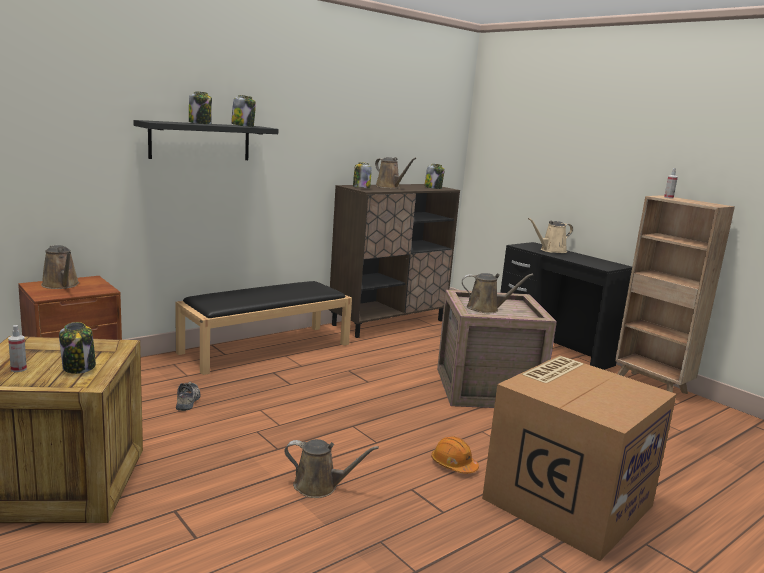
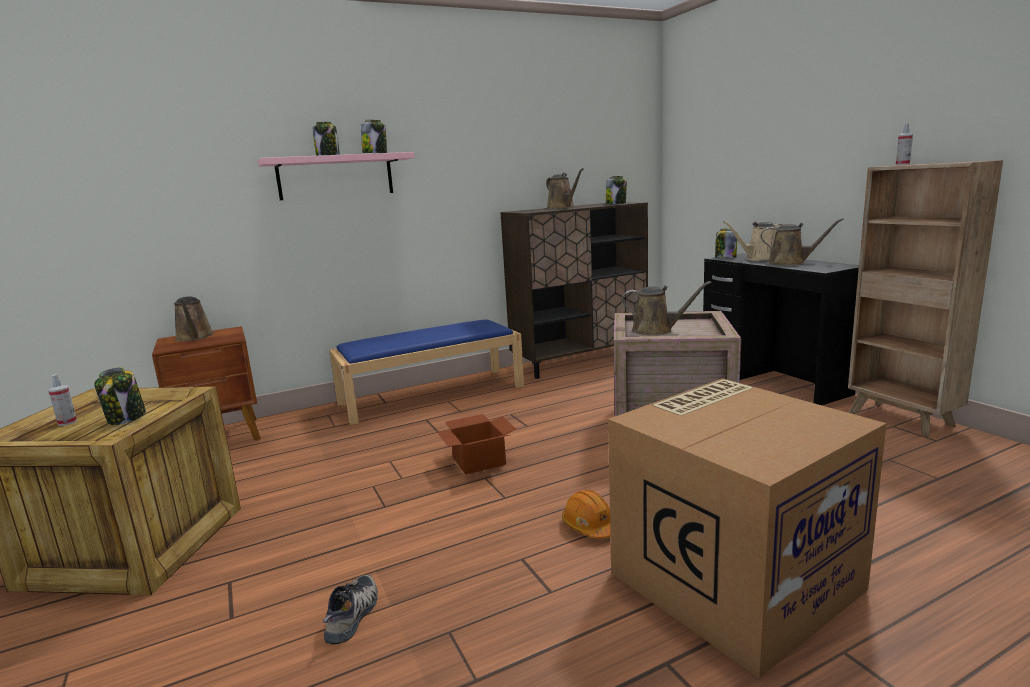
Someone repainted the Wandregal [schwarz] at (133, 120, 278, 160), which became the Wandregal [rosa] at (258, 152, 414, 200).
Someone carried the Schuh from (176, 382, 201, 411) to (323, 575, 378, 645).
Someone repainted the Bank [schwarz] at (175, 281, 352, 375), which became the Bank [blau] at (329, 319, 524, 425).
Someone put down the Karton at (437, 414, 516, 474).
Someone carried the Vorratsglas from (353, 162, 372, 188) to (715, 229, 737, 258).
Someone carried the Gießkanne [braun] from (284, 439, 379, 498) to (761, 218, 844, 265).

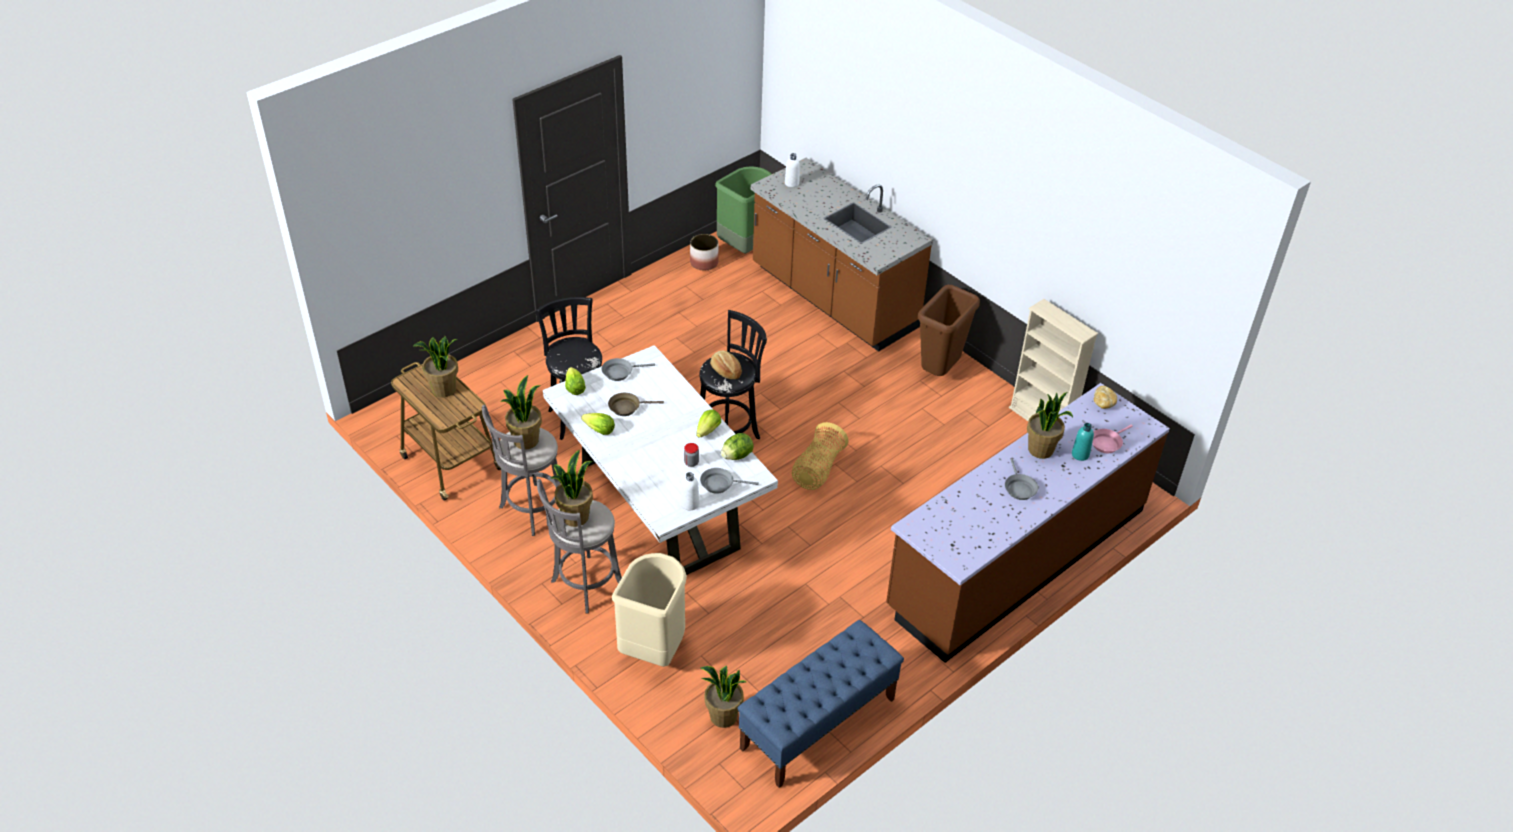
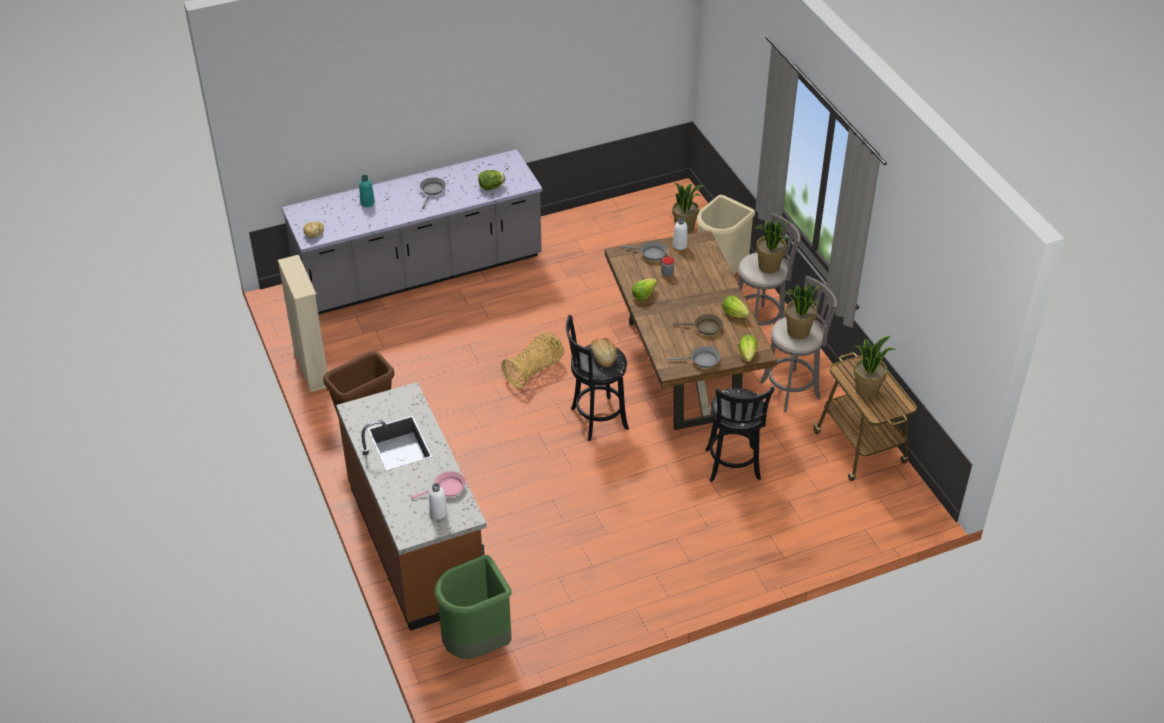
Someone repainted the Küchenzeile [braun] at (886, 383, 1170, 663), which became the Küchenzeile [grau] at (282, 149, 542, 315).
Someone carried the Pfanne [rosa] from (1092, 425, 1133, 453) to (411, 471, 466, 499).
Someone carried the Salatkopf from (721, 433, 754, 460) to (478, 170, 505, 190).
Someone repainted the Esstisch [weiß] at (543, 345, 778, 575), which became the Esstisch [braun] at (605, 230, 777, 430).
Someone took away the Pflanzkübel at (690, 234, 719, 271).
Someone took away the Bank [blau] at (737, 620, 904, 788).
Someone took away the Topfpflanze at (1027, 392, 1073, 459).

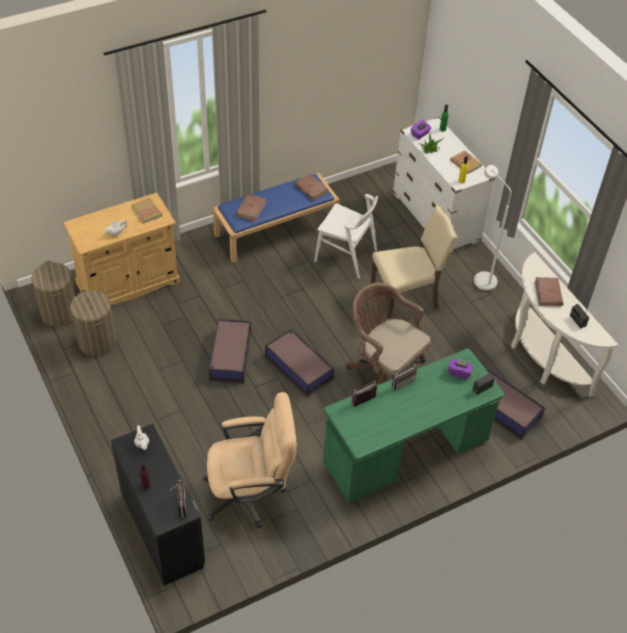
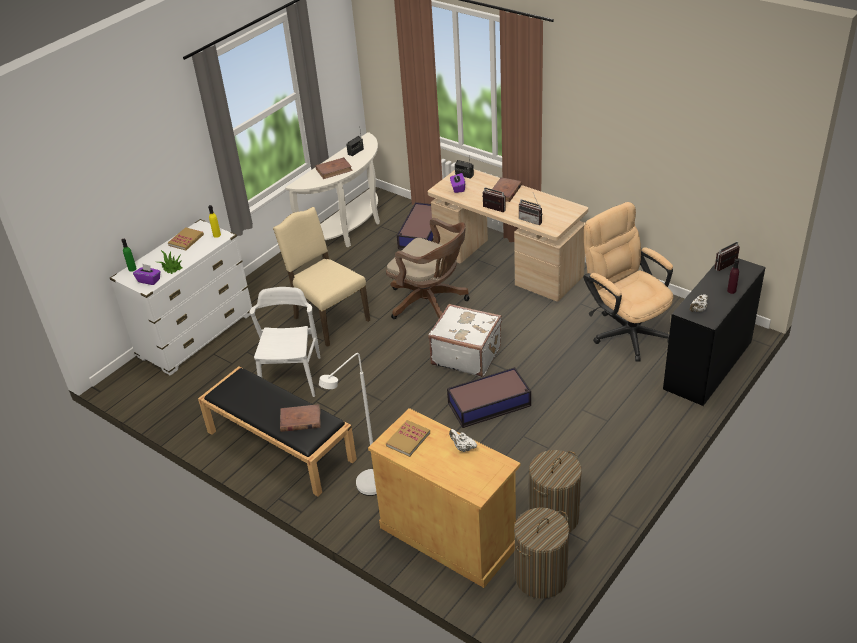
Someone repainted the Bank [blau] at (213, 173, 340, 263), which became the Bank [schwarz] at (198, 366, 357, 496).
Someone carried the Stehlampe [weiß] from (474, 165, 511, 291) to (319, 353, 377, 496).
Someone rotated the Bürostuhl [braun] at (346, 282, 431, 385) by 75 degrees counterclockwise.
Someone repainted the Schreibtisch [grün] at (323, 349, 504, 503), which became the Schreibtisch [beige] at (428, 169, 588, 302).
Someone swapped the Aufbewahrungsbox at (265, 329, 334, 397) for the Koffer [weiß] at (428, 304, 502, 377).
Someone carried the Buch [braun] from (294, 174, 328, 201) to (491, 177, 522, 202).

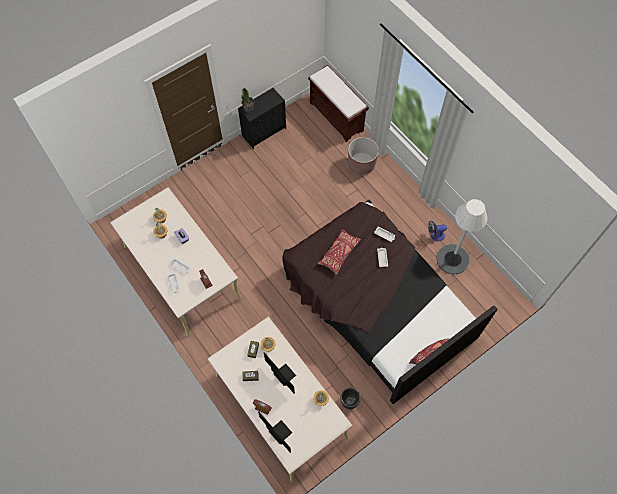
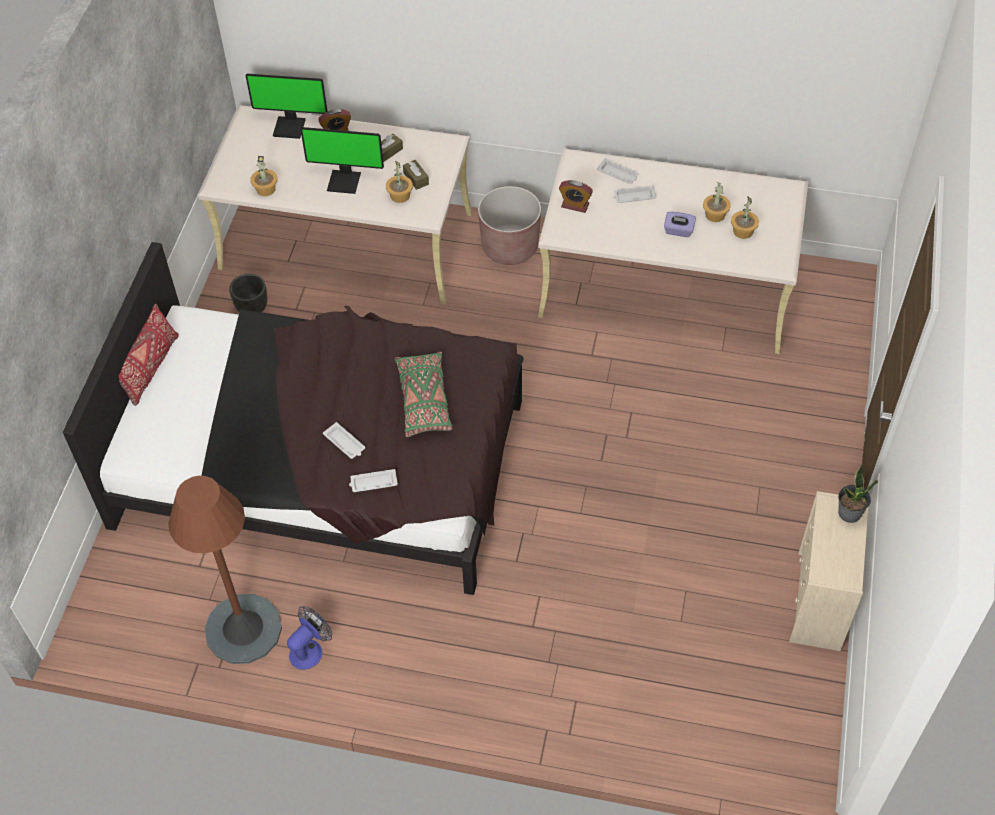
Someone repainted the Stehlampe [weiß] at (437, 199, 487, 275), which became the Stehlampe [braun] at (168, 476, 282, 664).
Someone repainted the Kissen [rot] at (318, 230, 361, 275), which became the Kissen [grün] at (395, 352, 453, 437).
Someone carried the Pflanzkübel [braun] from (348, 137, 379, 175) to (478, 186, 541, 265).
Someone repainted the Kommode [schwarz] at (238, 88, 286, 149), which became the Kommode [beige] at (789, 491, 868, 651).
Someone took away the Bank [braun] at (308, 65, 369, 142).

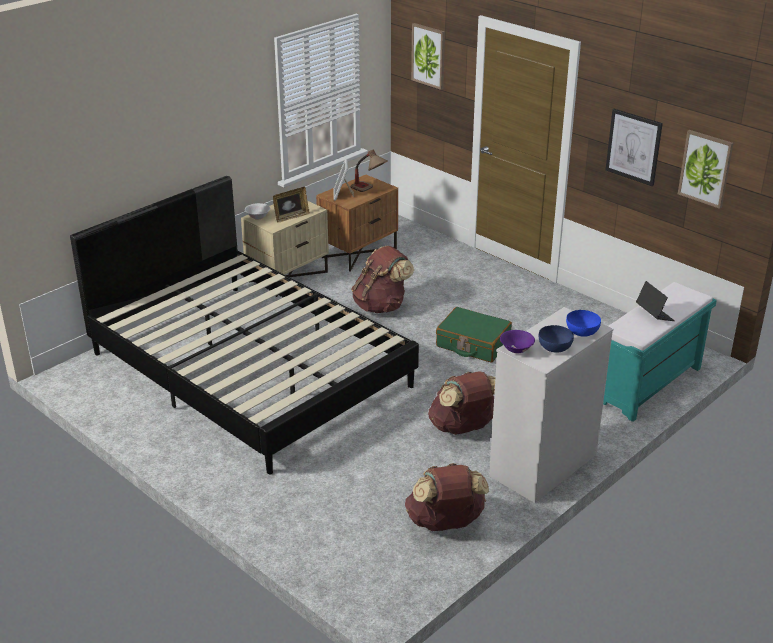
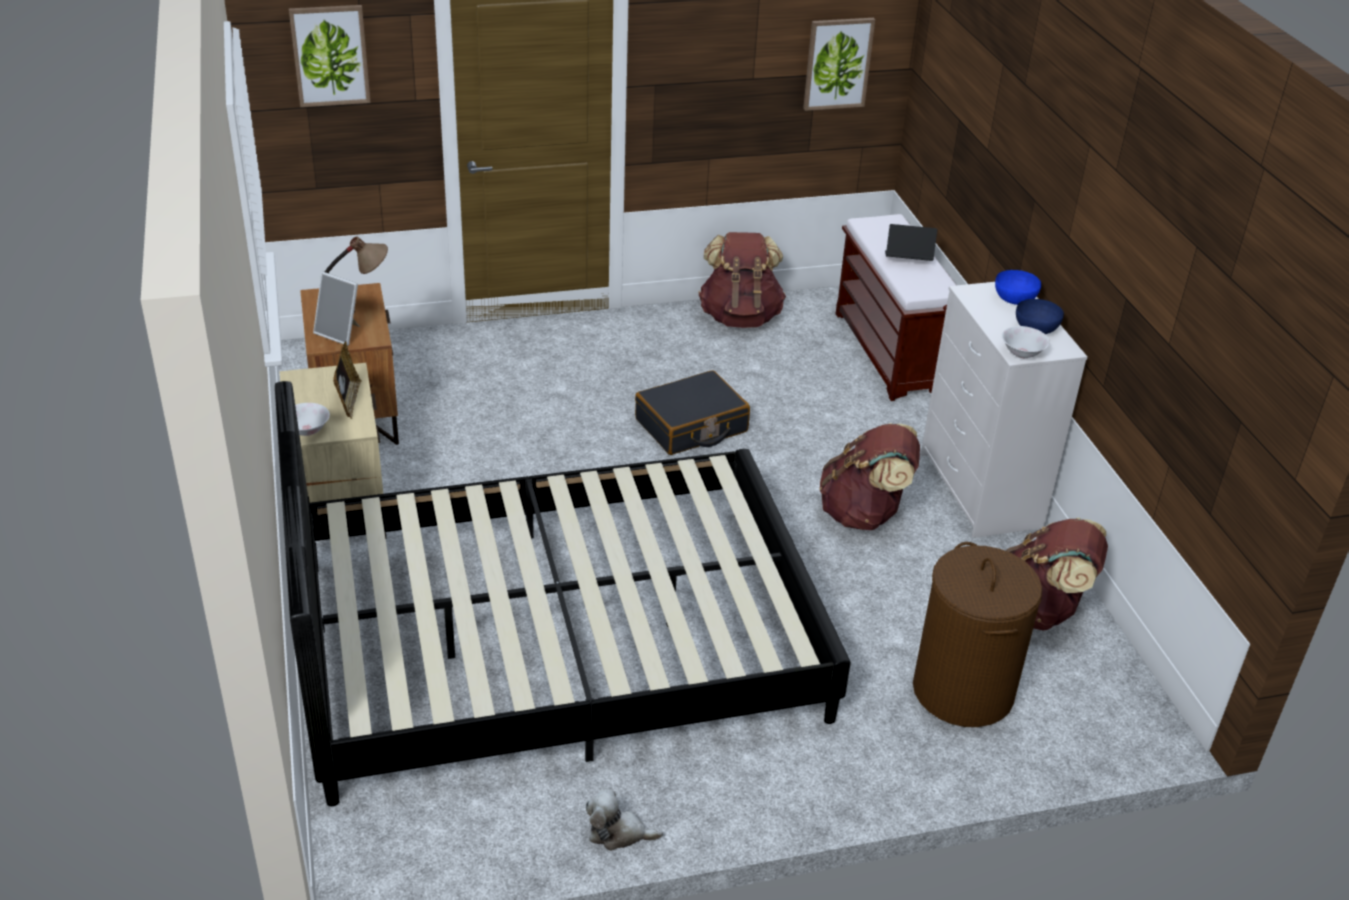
Someone put down the Plüschtier at (586, 789, 663, 851).
Someone repainted the Koffer [grün] at (436, 307, 512, 363), which became the Koffer [schwarz] at (635, 370, 750, 455).
Someone carried the Rucksack [braun] from (351, 246, 414, 313) to (698, 232, 786, 328).
Someone repainted the Bank [türkis] at (603, 282, 717, 422), which became the Bank [braun] at (836, 214, 956, 401).
Someone put down the Wäschekorb [braun] at (913, 542, 1042, 727).
Someone repainted the Schüssel [lila] at (500, 330, 535, 354), which became the Schüssel [weiß] at (1002, 326, 1050, 358).
Someone took away the Bild at (606, 109, 663, 186).

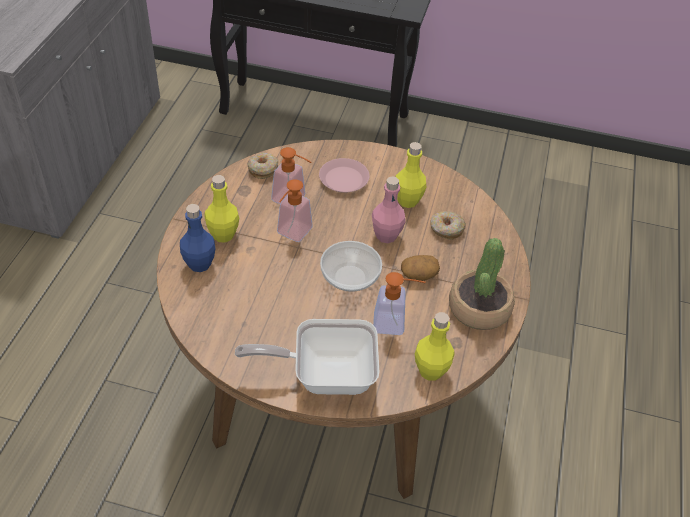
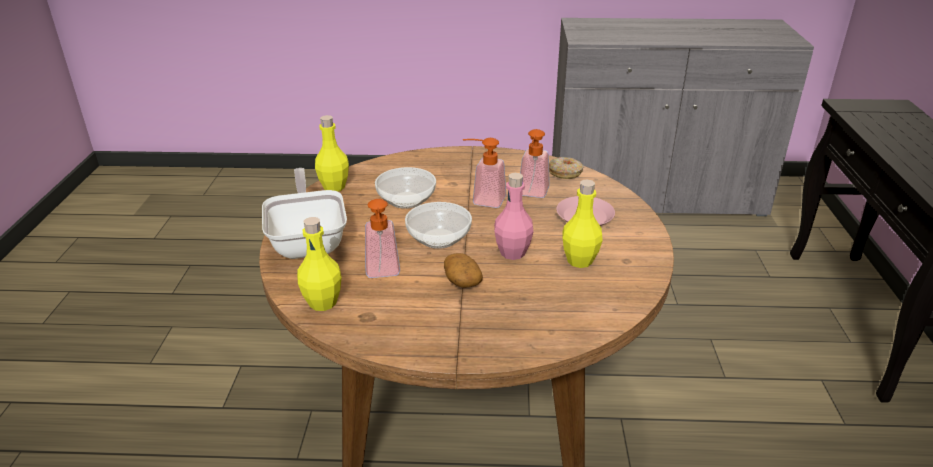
Someone carried the Flasche [gelb] from (204, 175, 239, 243) to (315, 115, 349, 192).
Someone put down the Schüssel at (375, 167, 436, 209).
Someone took away the Flasche [blau] at (180, 204, 215, 272).
Someone took away the Donut at (430, 211, 466, 240).
Someone took away the Topfpflanze at (449, 238, 515, 330).

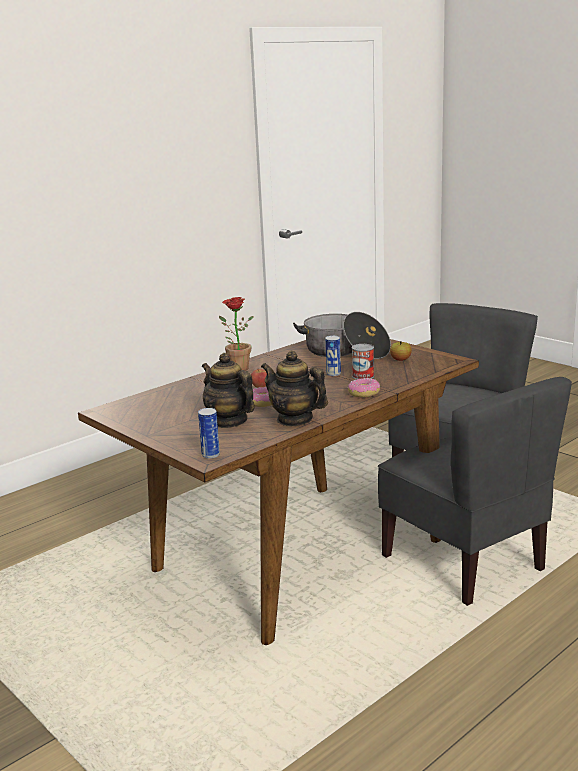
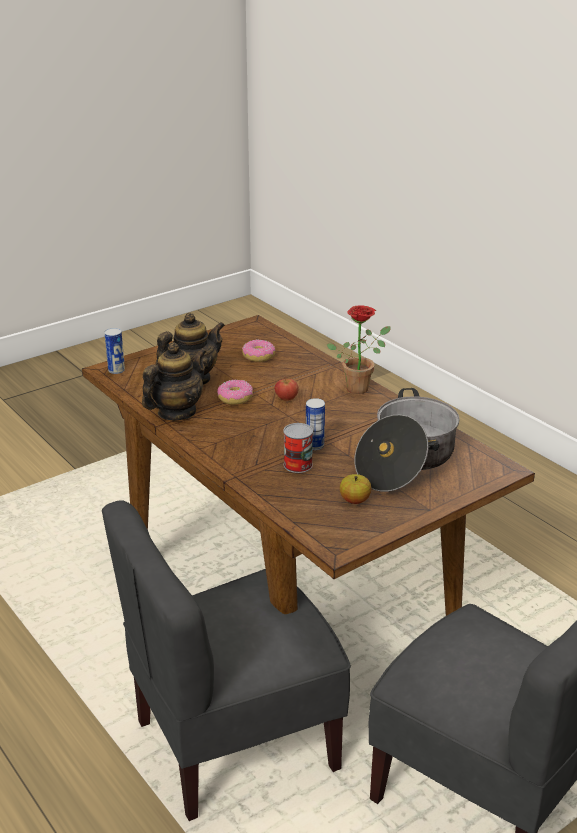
Someone carried the Donut from (348, 378, 380, 398) to (242, 339, 275, 362).

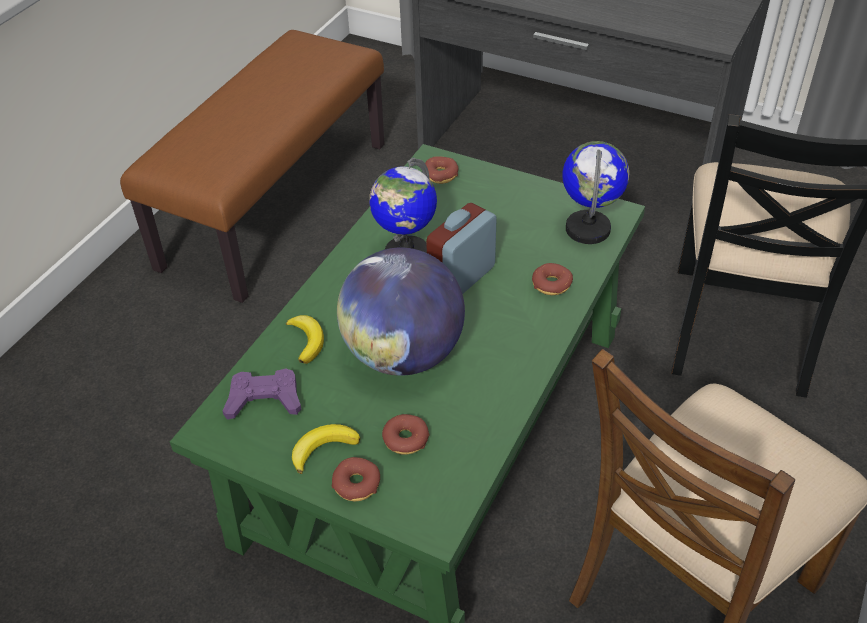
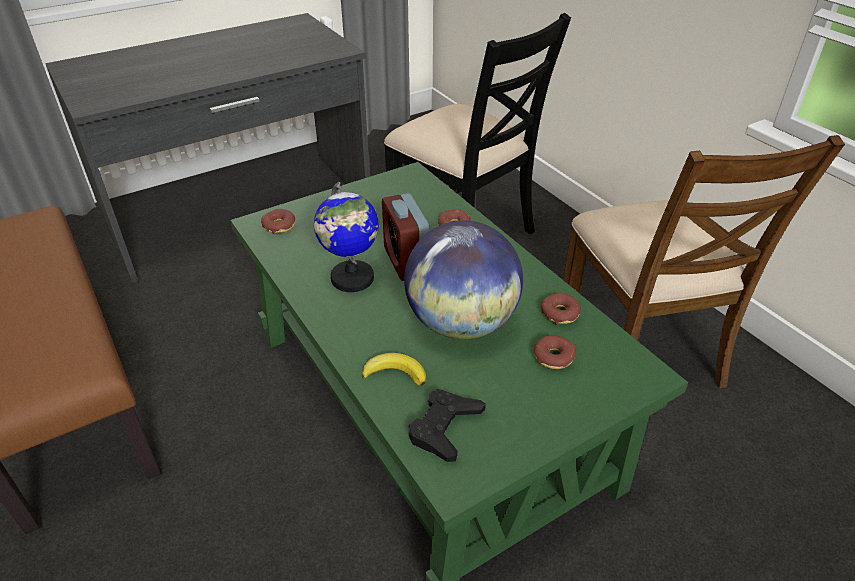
Someone repainted the Gamepad [lila] at (222, 369, 301, 420), which became the Gamepad [schwarz] at (408, 389, 486, 462).
Someone carried the Donut from (332, 457, 380, 501) to (541, 293, 581, 325).
Someone took away the Banane at (292, 424, 360, 474).
Someone took away the Globus at (562, 141, 629, 244).

